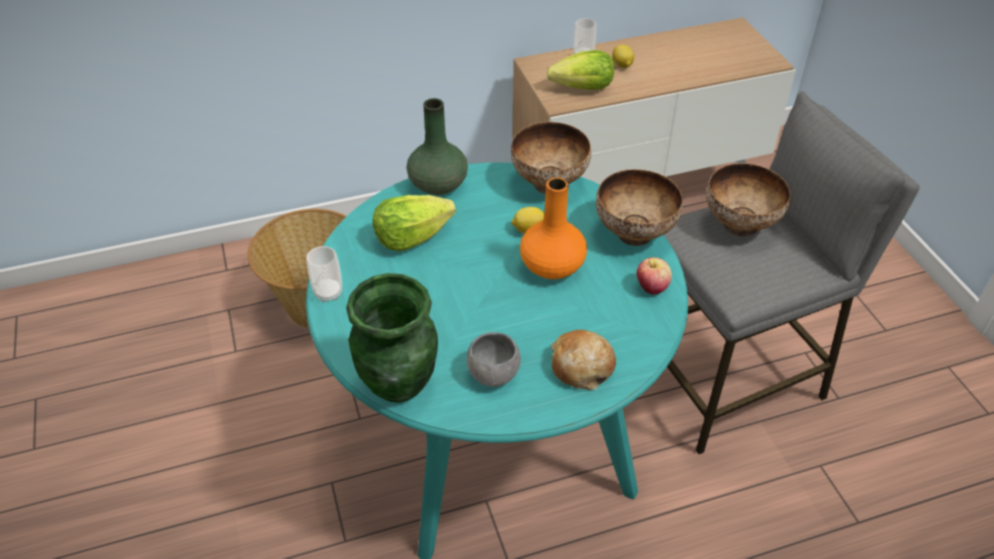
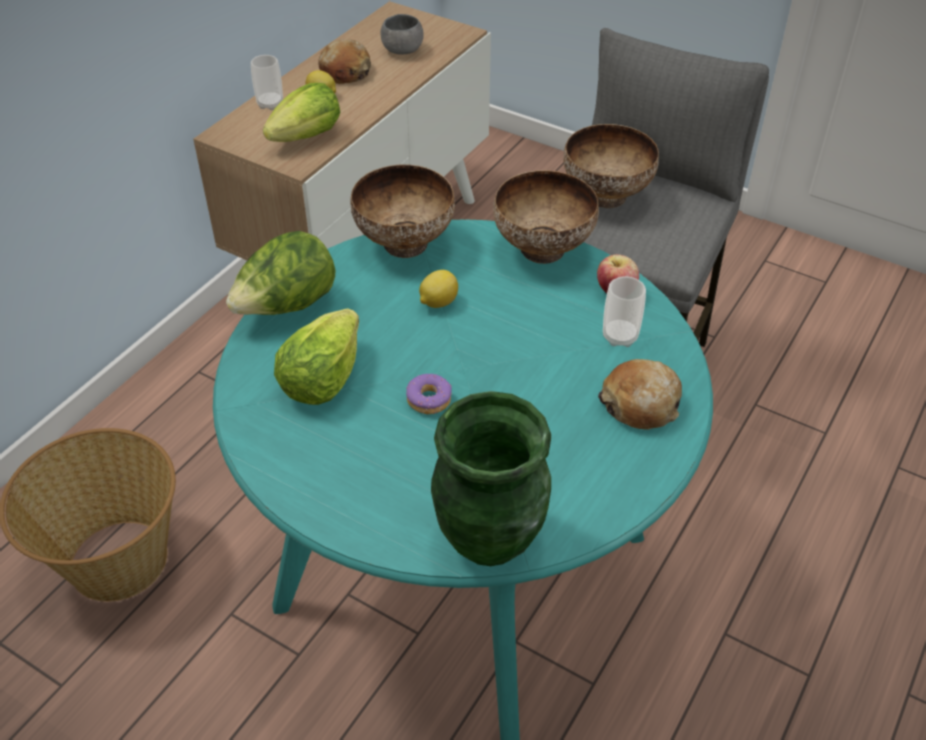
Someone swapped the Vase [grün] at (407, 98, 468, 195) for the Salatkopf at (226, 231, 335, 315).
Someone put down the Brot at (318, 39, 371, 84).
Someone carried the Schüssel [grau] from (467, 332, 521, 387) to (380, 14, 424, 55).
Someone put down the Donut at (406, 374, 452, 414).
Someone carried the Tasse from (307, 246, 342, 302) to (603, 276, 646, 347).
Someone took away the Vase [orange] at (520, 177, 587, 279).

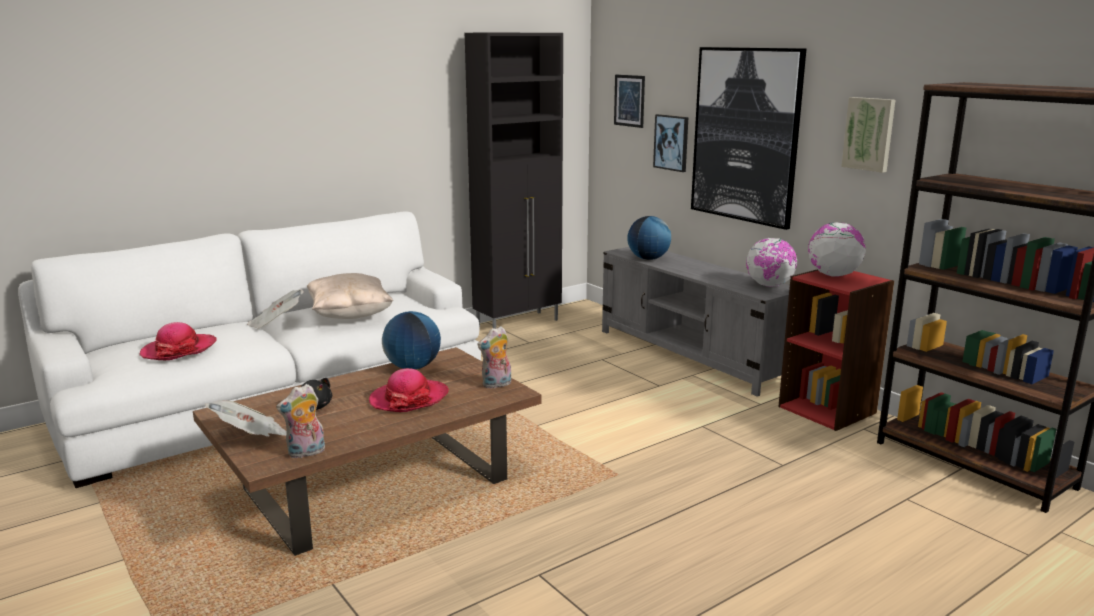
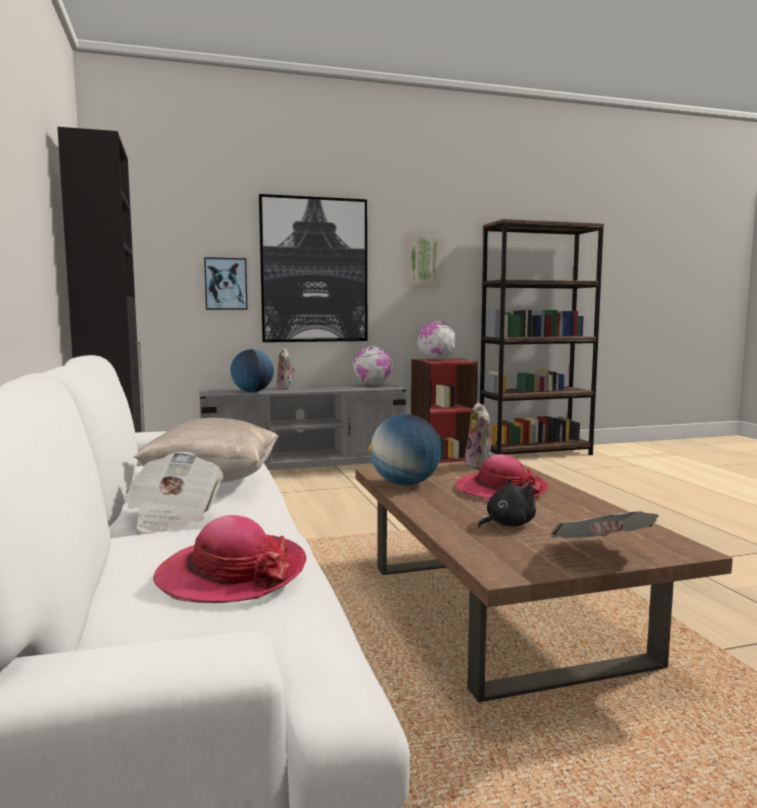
Someone carried the Plüschtier from (276, 384, 325, 459) to (276, 348, 295, 390).
Someone took away the Bild at (614, 75, 645, 128).

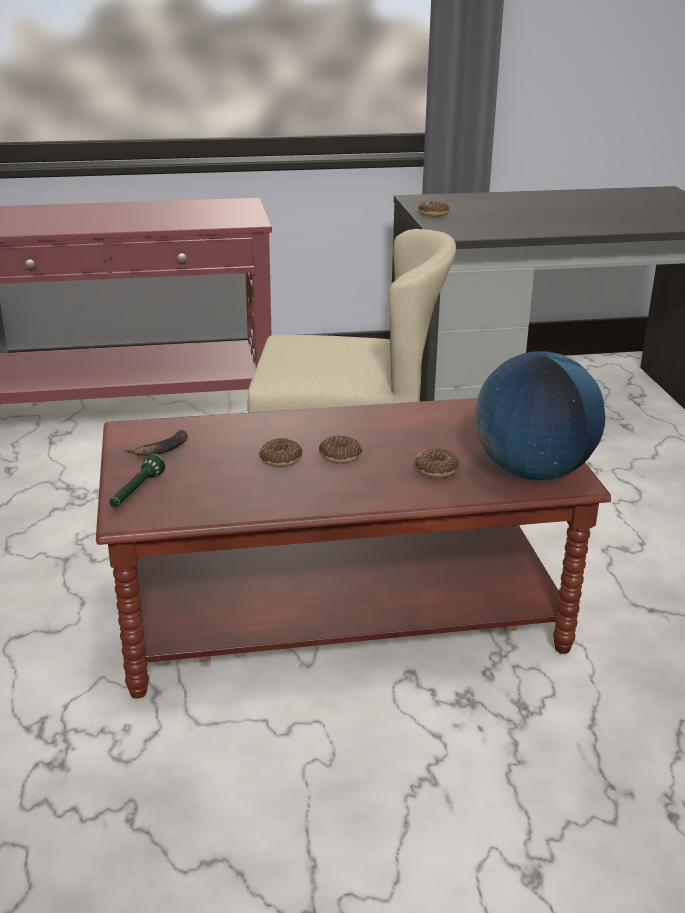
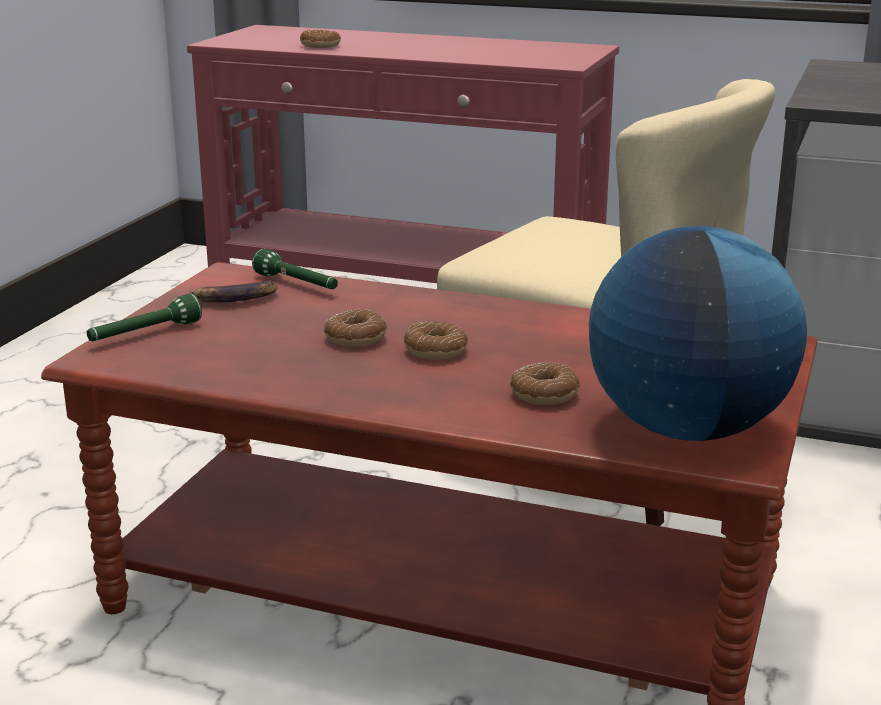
Someone put down the Taschenlampe [grün] at (252, 249, 338, 289).
Someone carried the Donut from (419, 201, 449, 217) to (300, 30, 341, 48).

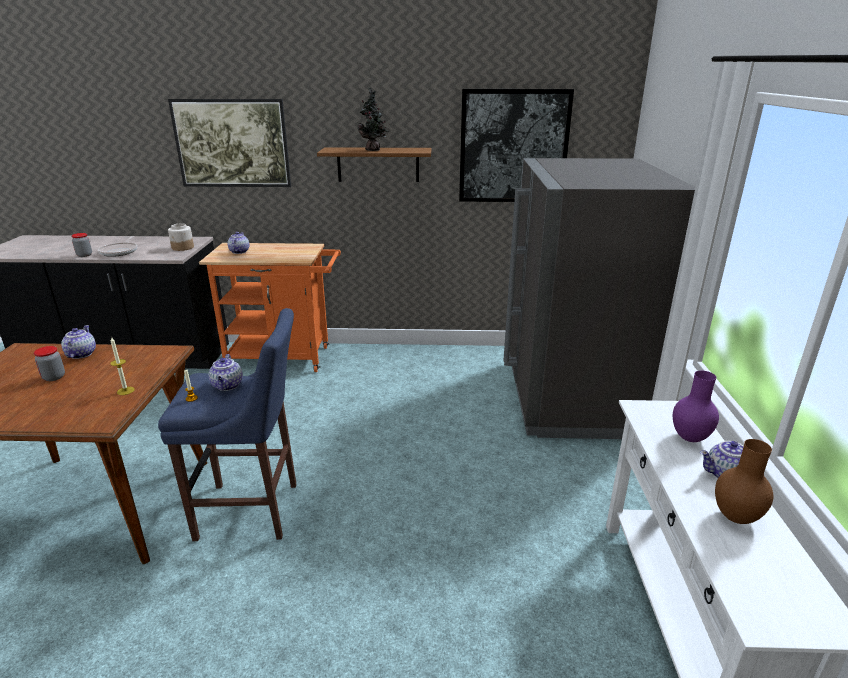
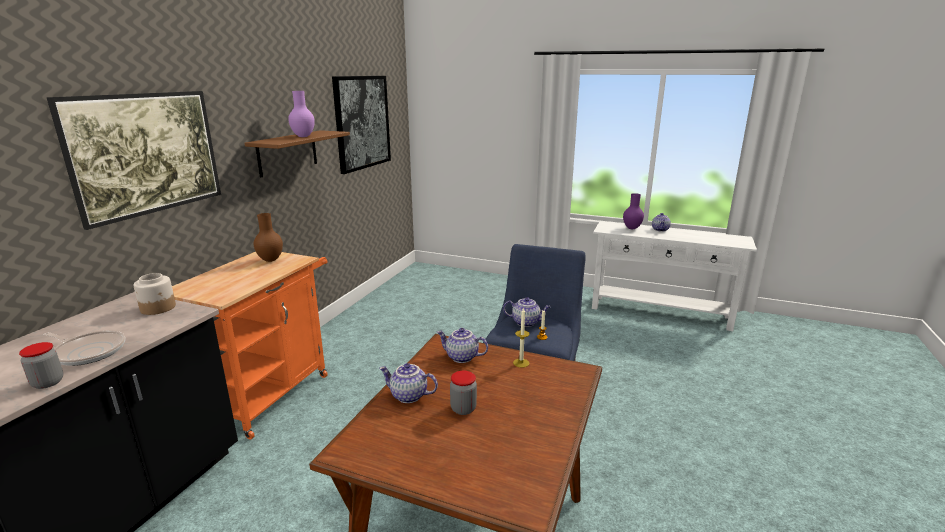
Someone carried the Vase [braun] from (715, 439, 773, 524) to (254, 213, 283, 262).
Someone swapped the Topfpflanze at (358, 88, 389, 151) for the Vase [lila] at (288, 91, 315, 137).
Someone carried the Teekanne from (227, 232, 249, 254) to (437, 328, 488, 363).
Someone took away the Kühlschrank [grau] at (503, 158, 695, 439).

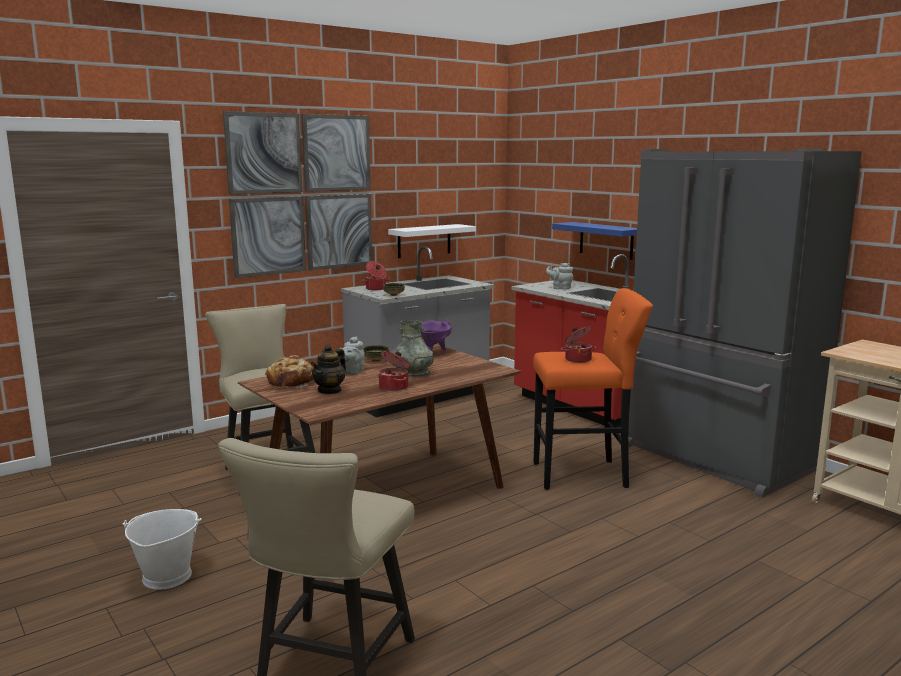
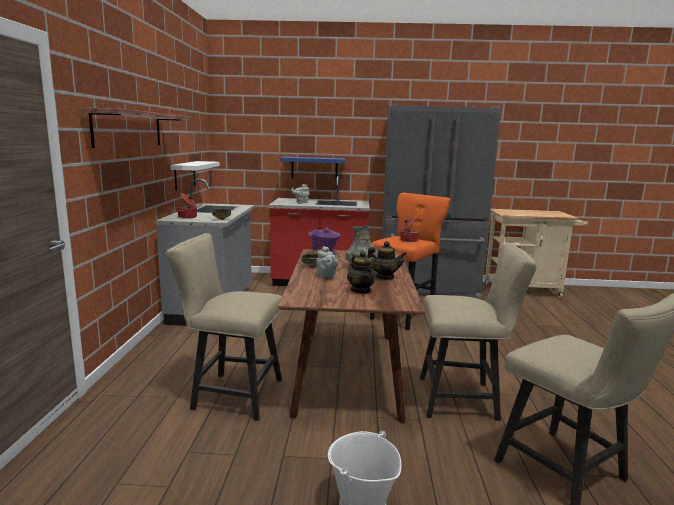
Someone swapped the Bild at (223, 111, 372, 278) for the Wandregal at (80, 108, 190, 148).
Someone swapped the Kochtopf at (379, 351, 410, 391) for the Teekanne at (367, 241, 407, 280).
Someone put down the Stuhl [beige] at (420, 243, 537, 421).
Someone took away the Brot at (265, 355, 314, 388).

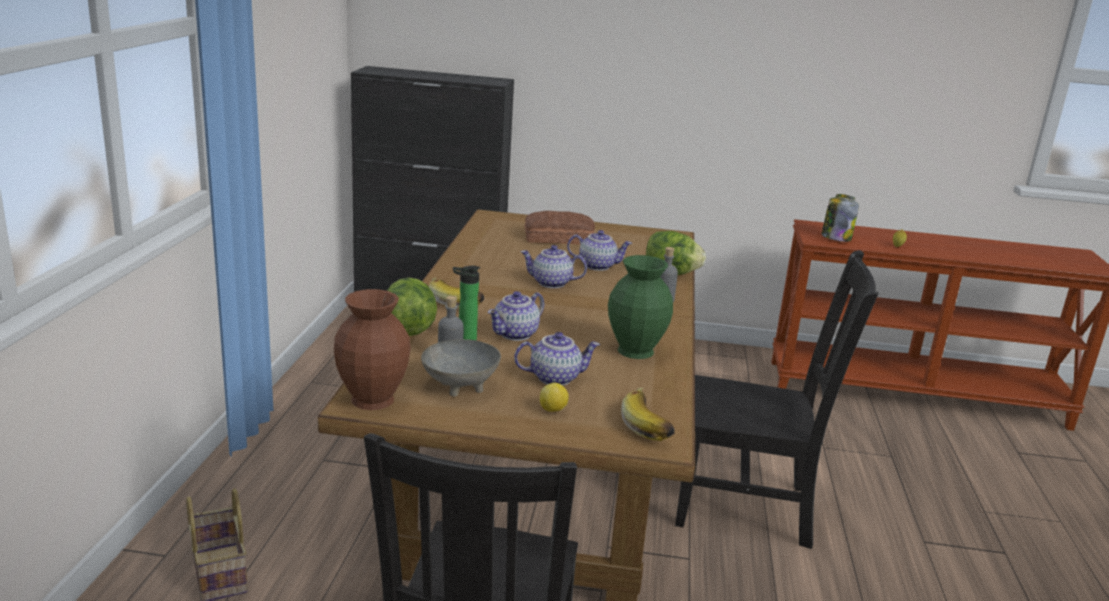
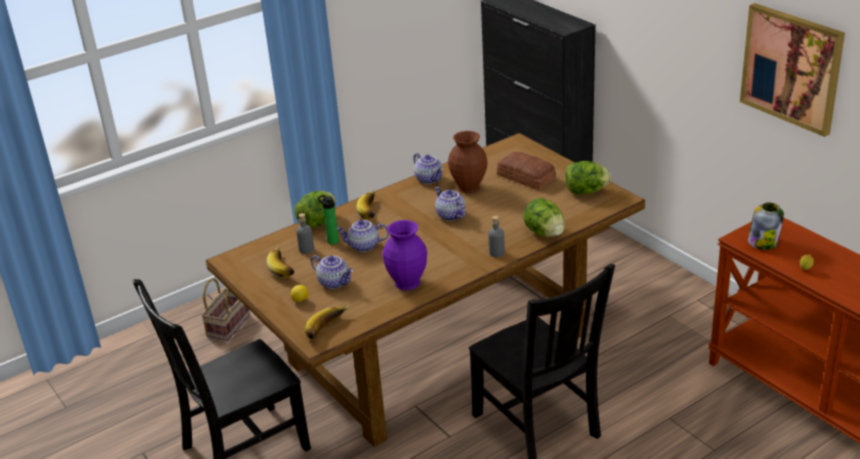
Someone swapped the Schüssel [grau] at (421, 339, 501, 397) for the Banane at (267, 246, 295, 278).
Someone repainted the Vase [grün] at (608, 255, 673, 359), which became the Vase [lila] at (383, 220, 427, 290).
Someone carried the Teekanne from (567, 230, 632, 271) to (413, 153, 443, 184).
Someone carried the Vase [braun] from (334, 289, 411, 410) to (448, 131, 487, 193).
Someone put down the Salatkopf at (565, 161, 611, 194).
Someone put up the Bild at (740, 3, 845, 137).

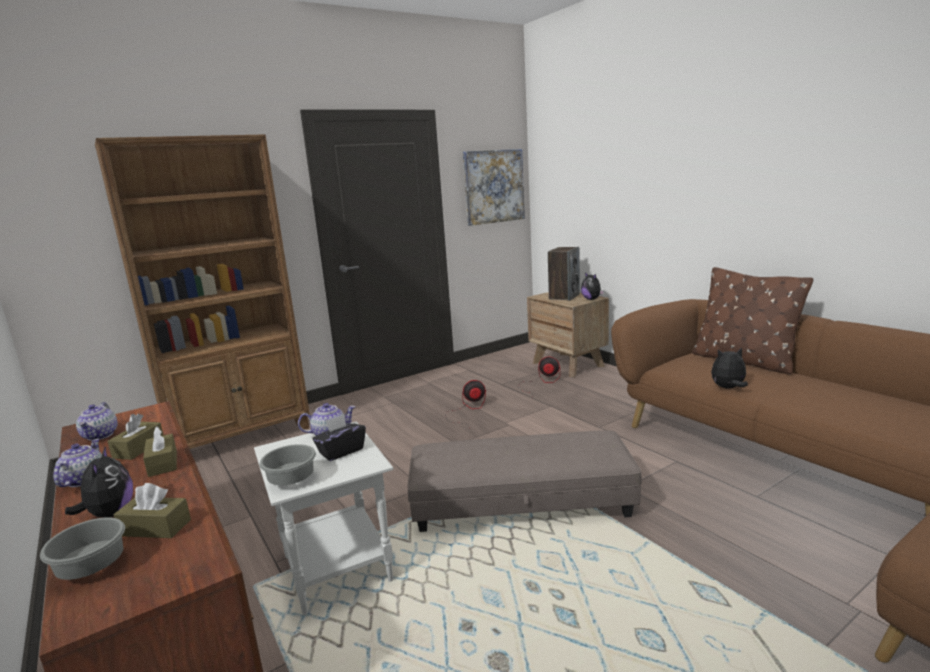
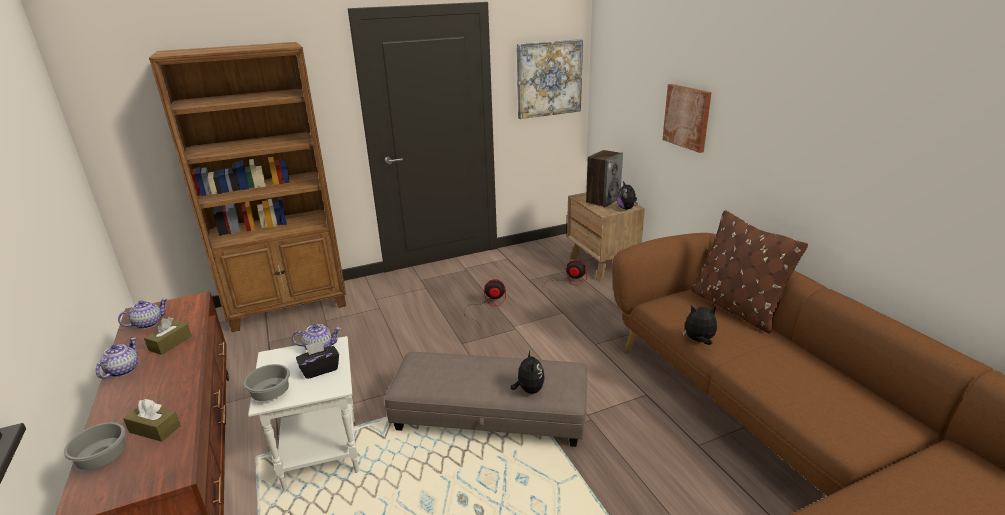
Someone rotated the Teekanne at (76, 402, 118, 441) by 135 degrees counterclockwise.
Someone carried the Plüschtier from (65, 446, 133, 518) to (510, 351, 545, 394).
Someone put up the Bild at (662, 84, 711, 153).
Someone took away the Taschentuchbox [braun] at (143, 426, 177, 477).

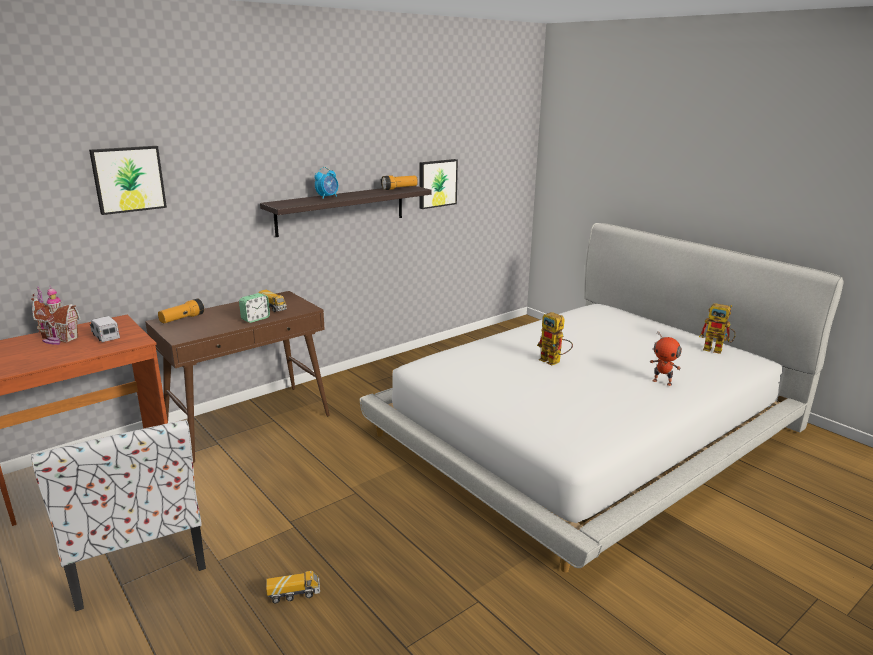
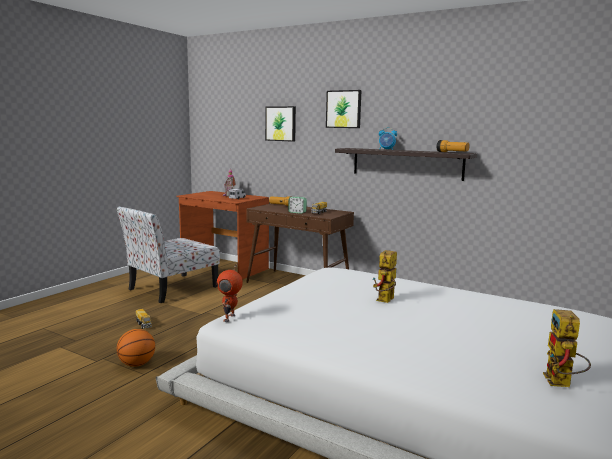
Someone put down the Basketball at (117, 329, 155, 367).
Someone carried the Spielzeugroboter from (650, 332, 682, 386) to (217, 263, 243, 322).
Someone carried the Bild from (419, 159, 458, 209) to (326, 90, 362, 128).

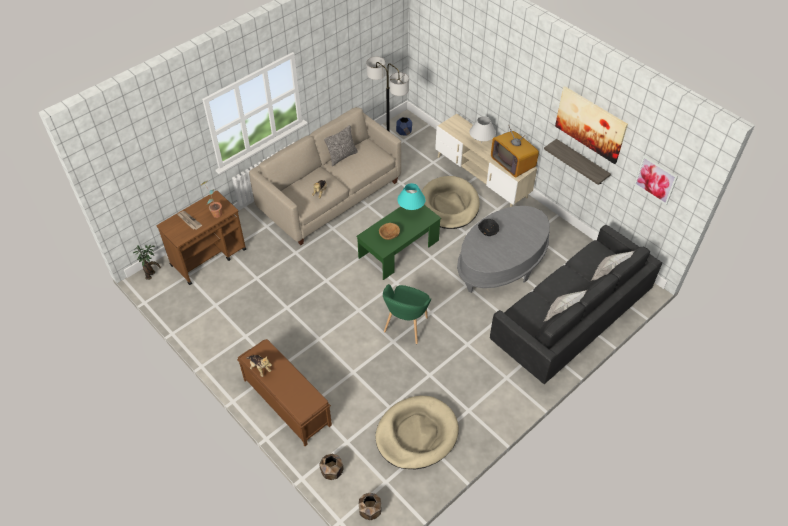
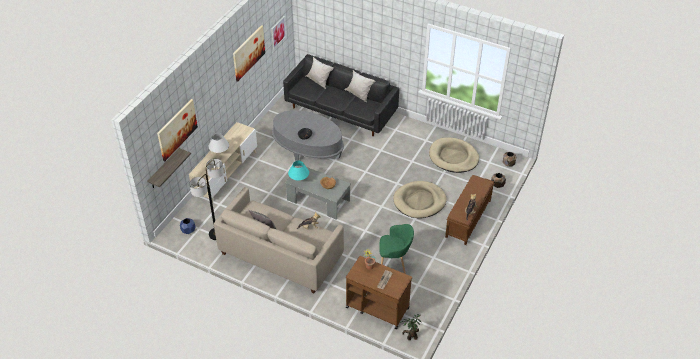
Someone carried the Wandregal from (544, 139, 611, 185) to (147, 148, 191, 188).
Someone put up the Bild at (157, 99, 198, 161).
Someone repainted the Couchtisch [grün] at (357, 205, 441, 280), which became the Couchtisch [grau] at (285, 166, 351, 220).
Someone carried the Sessel [grün] from (383, 284, 431, 344) to (379, 224, 414, 274).
Someone carried the Hundebett [beige] from (422, 176, 480, 229) to (393, 181, 447, 218).
Someone took away the Fernseher at (491, 125, 539, 177).

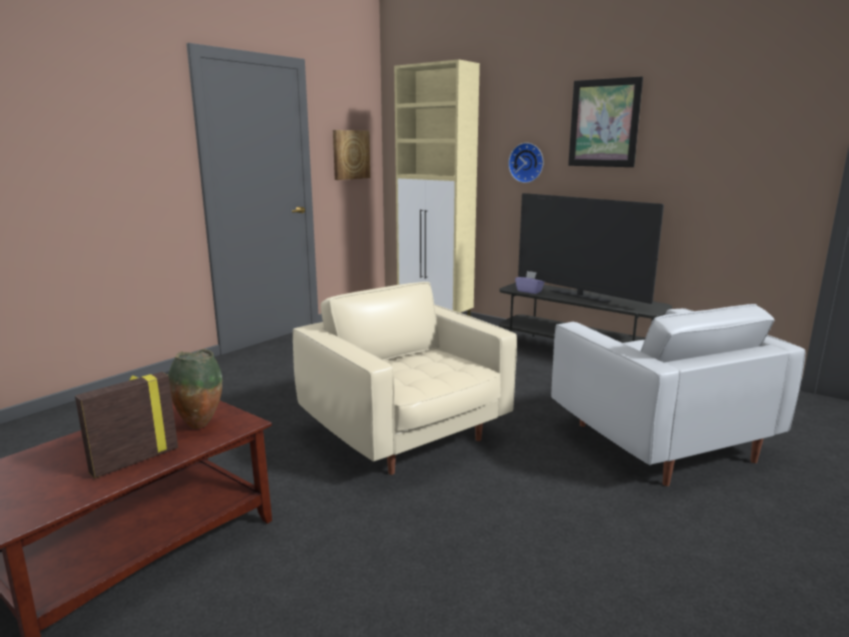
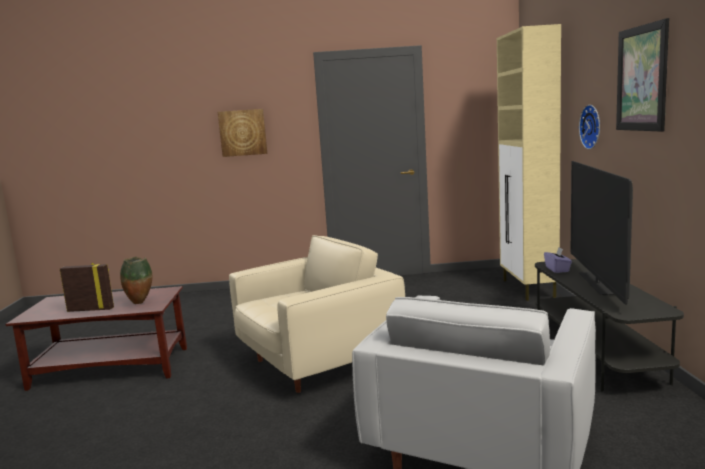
Someone carried the Bild from (333, 130, 370, 180) to (218, 109, 267, 157).
Someone rotated the Sessel [beige] at (293, 282, 517, 475) by 45 degrees clockwise.

